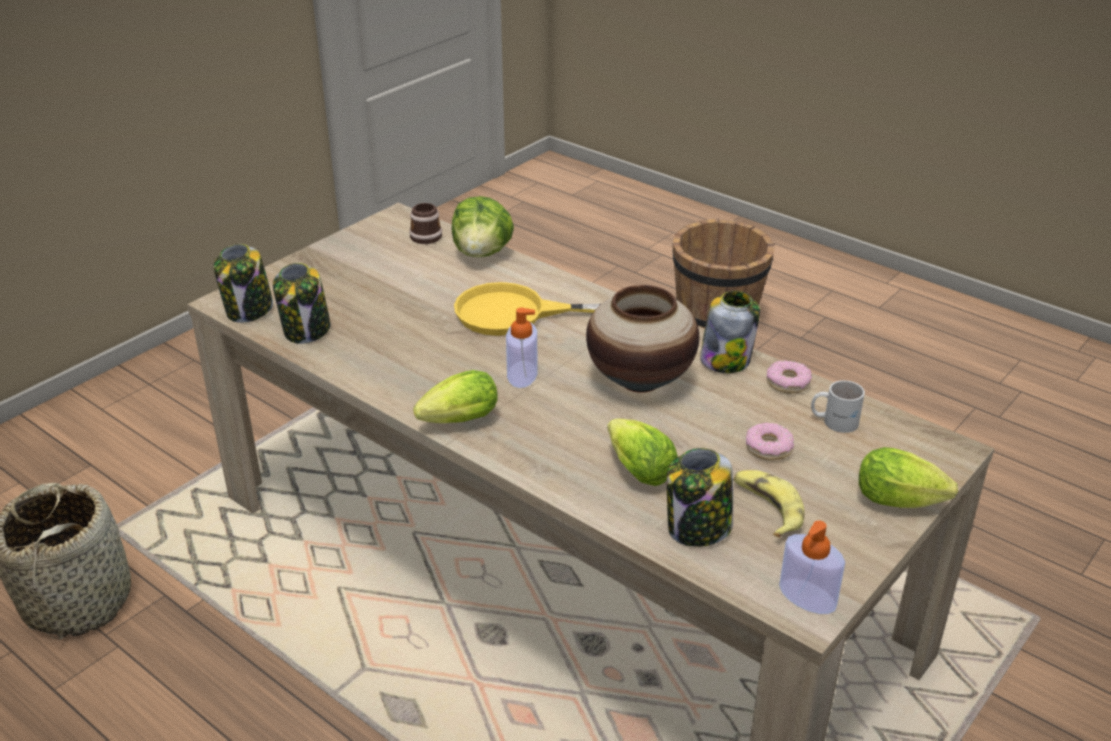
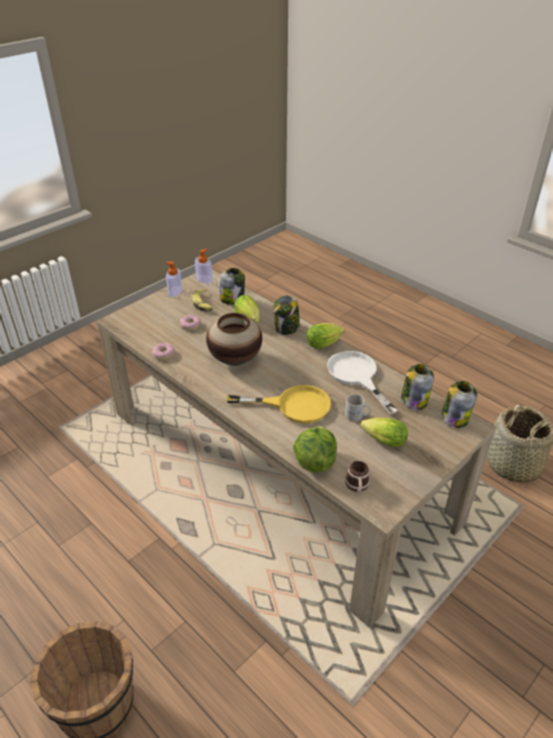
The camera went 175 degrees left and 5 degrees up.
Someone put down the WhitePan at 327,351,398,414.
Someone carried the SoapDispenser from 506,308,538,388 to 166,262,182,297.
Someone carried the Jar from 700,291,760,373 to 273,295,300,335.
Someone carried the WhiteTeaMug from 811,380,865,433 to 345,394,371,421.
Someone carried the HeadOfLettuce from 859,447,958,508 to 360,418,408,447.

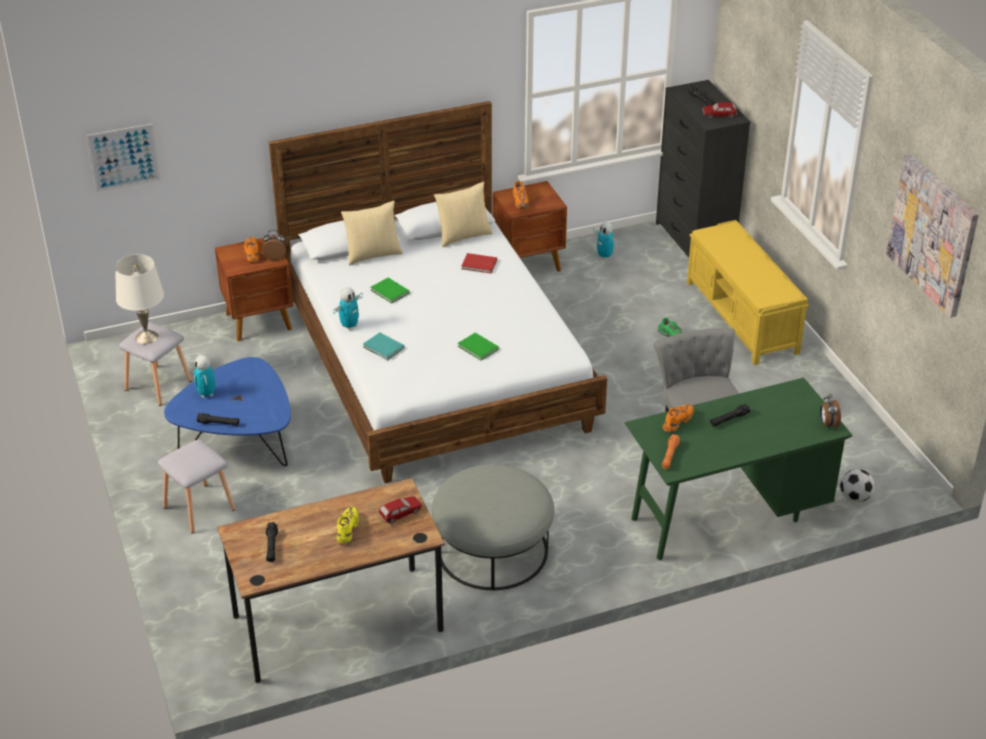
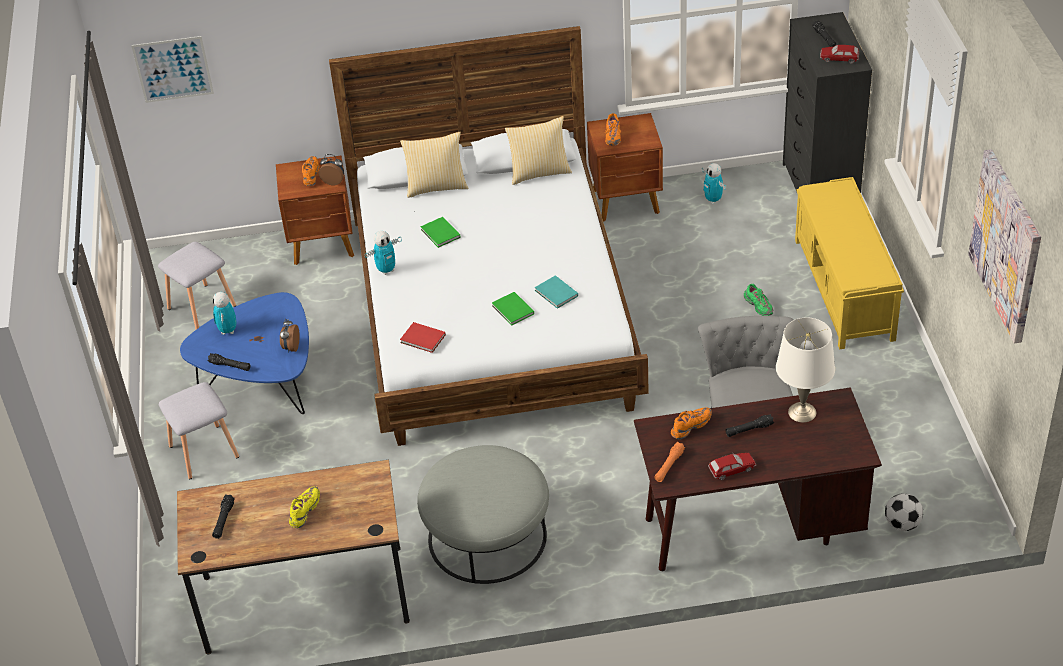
The camera went 15 degrees right and 5 degrees up.
Someone carried the WhiteTabletopLamp from 115,254,164,344 to 776,318,835,422.
Someone carried the TurquoiseColouredVolume from 363,332,404,360 to 535,275,578,309.
Someone carried the ToyCar from 378,496,423,524 to 708,453,756,480.
Someone carried the ReddishVolume from 461,253,497,274 to 400,322,446,353.
Someone carried the TableClock from 820,394,841,429 to 280,319,300,353.
Someone repainted the GreenColouredDeskUnit at 625,378,852,560, which became the BrownDeskUnit at 634,387,882,571.

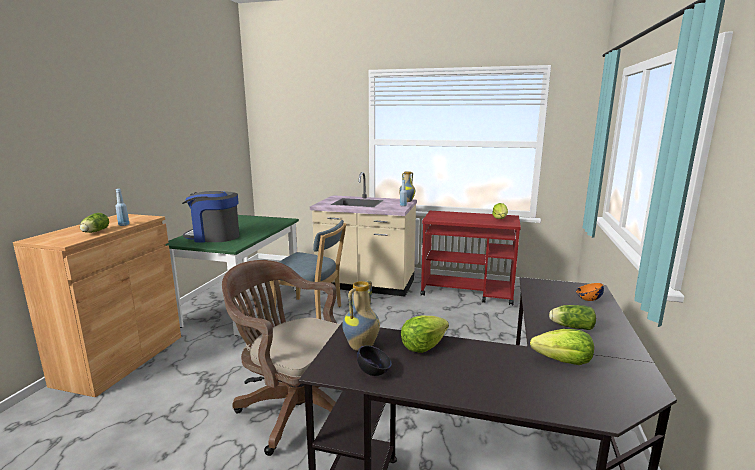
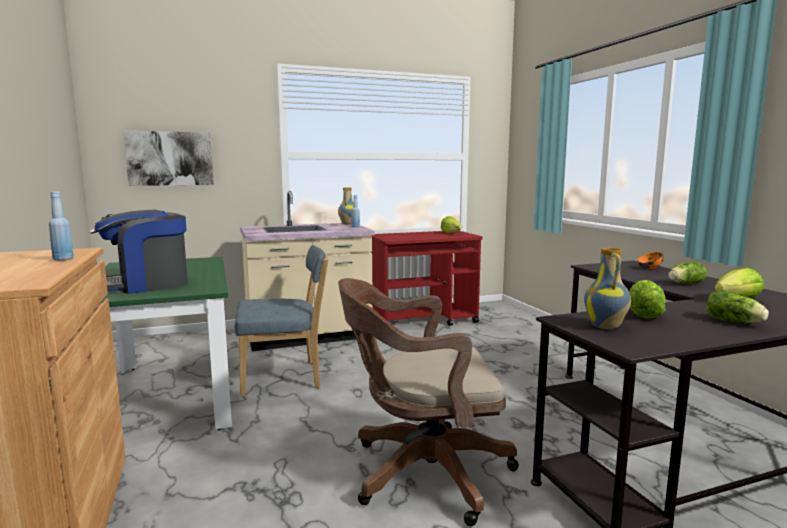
The camera went 35 degrees left and 5 degrees down.
Someone took away the BlackishBowl at 357,345,392,376.
Someone put up the WallArt at 123,131,214,186.
Someone carried the HeadOfLettuce from 80,213,109,233 to 706,291,769,323.

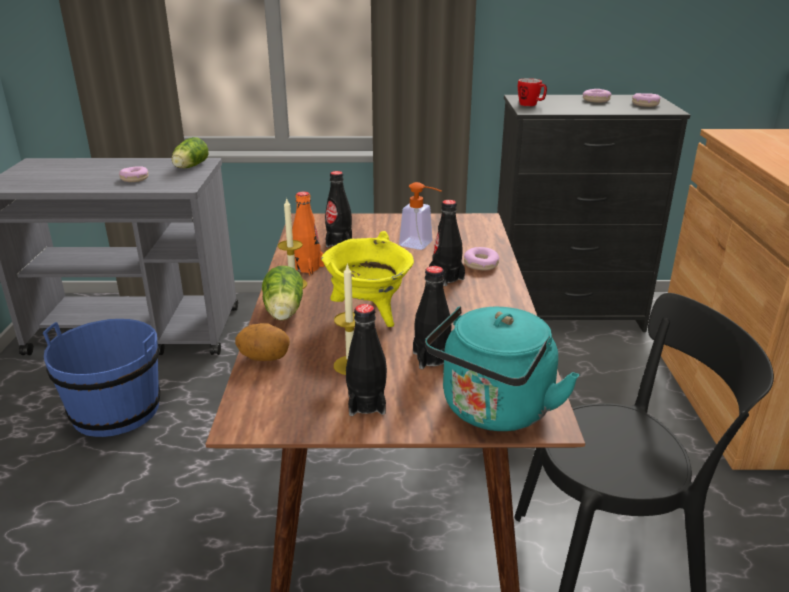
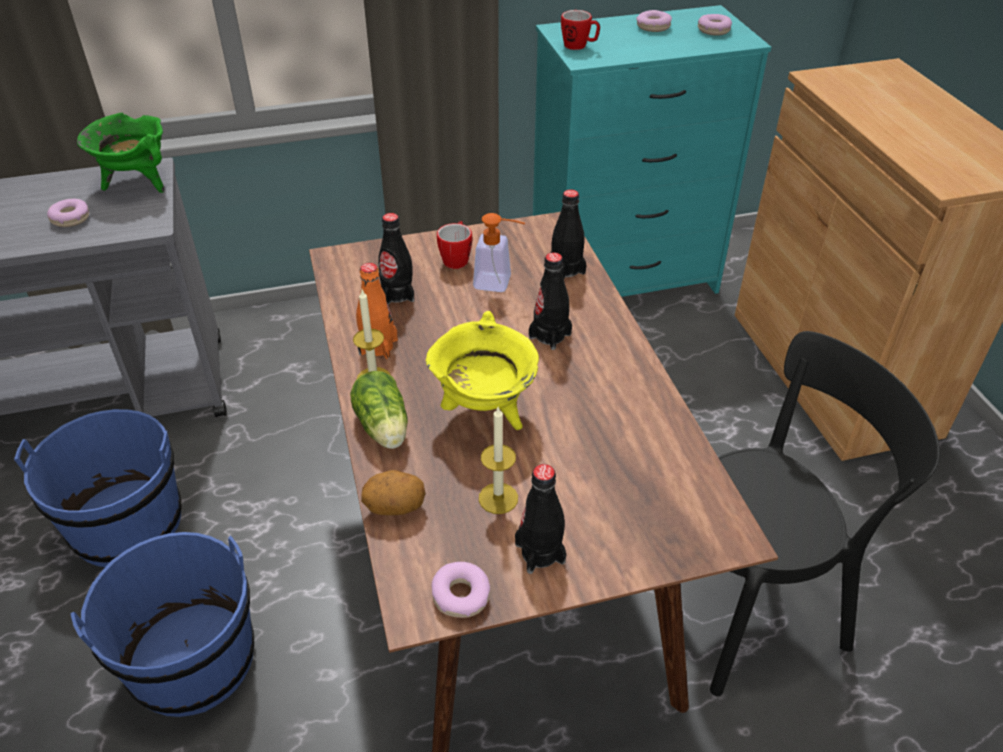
The camera went 15 degrees left and 15 degrees up.
Someone took away the TurquoiseColouredKettle at 425,306,579,431.
Someone put down the BlueWaterBucket at 70,532,254,717.
Someone put down the TeaMug at 437,221,472,269.
Someone carried the BlackishDrinkBottle from 413,266,451,369 to 550,189,586,279.
Someone carried the Donut from 464,247,499,270 to 431,562,490,618.
Someone swapped the HeadOfLettuce at 172,137,209,168 for the GreenColouredStockpot at 77,113,165,193.
Someone repainted the BlackishDrawerChest at 497,95,690,332, which became the TurquoiseColouredDrawerChest at 533,5,772,297.

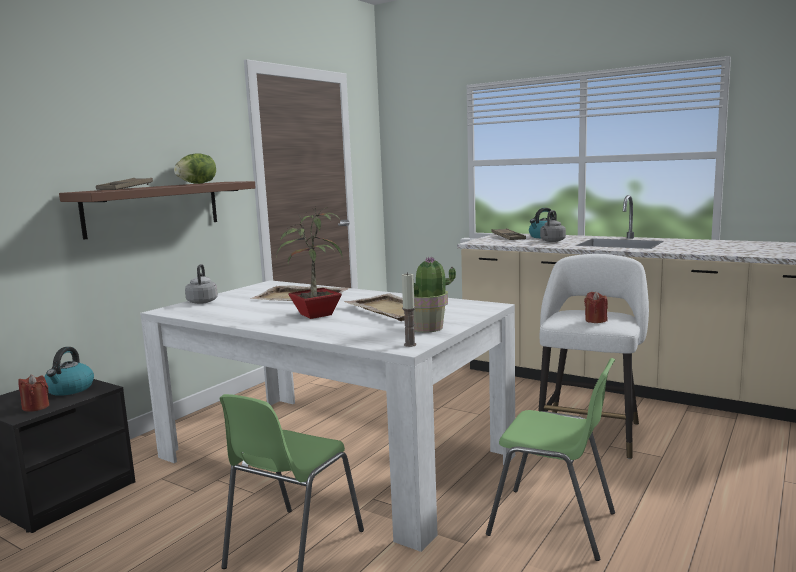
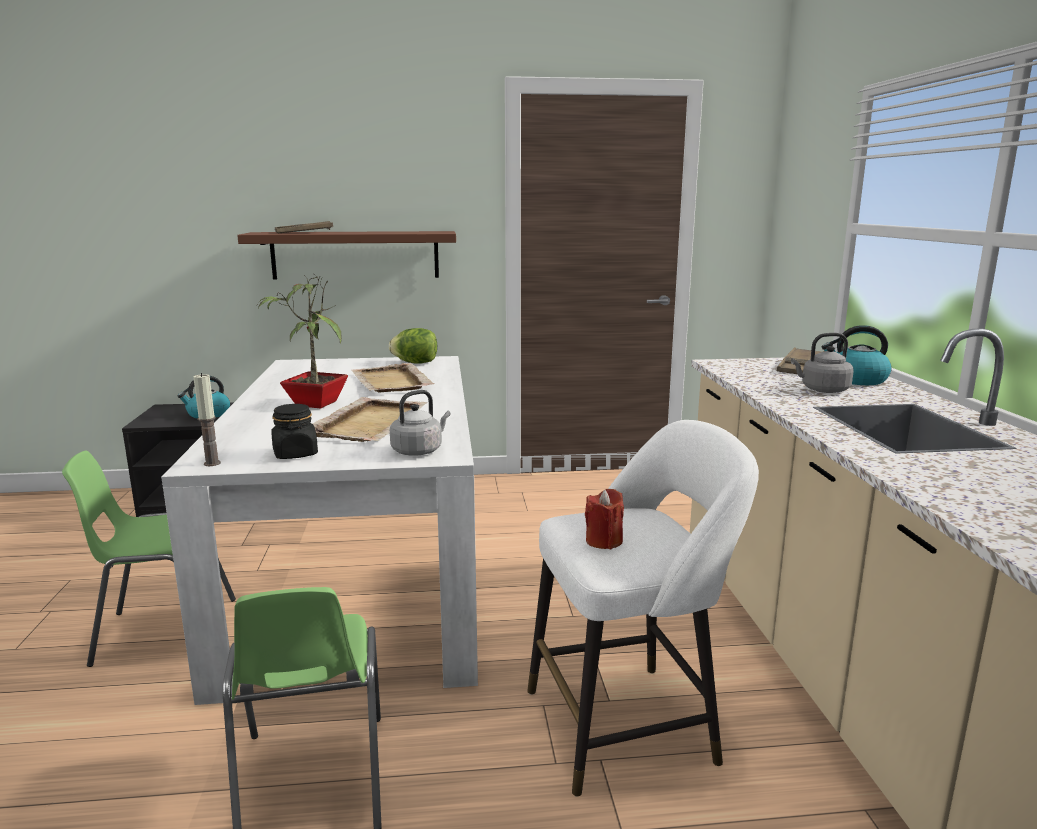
The camera went 50 degrees right and 5 degrees up.
Someone took away the ReddishWaxCandle at 18,375,49,412.
Someone carried the HeadOfLettuce from 174,153,216,184 to 389,328,437,364.
Someone carried the GreyKettle from 185,264,218,304 to 390,390,451,456.
Someone swapped the PlantInAPot at 413,257,456,332 for the BlackishJar at 271,404,318,459.

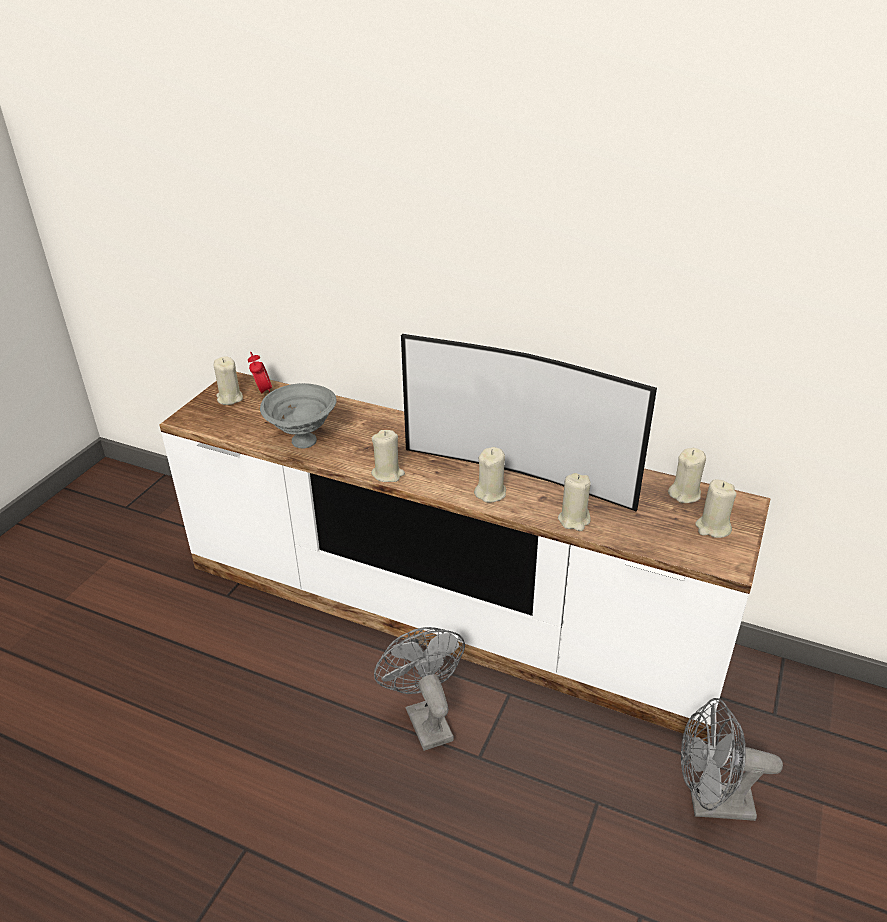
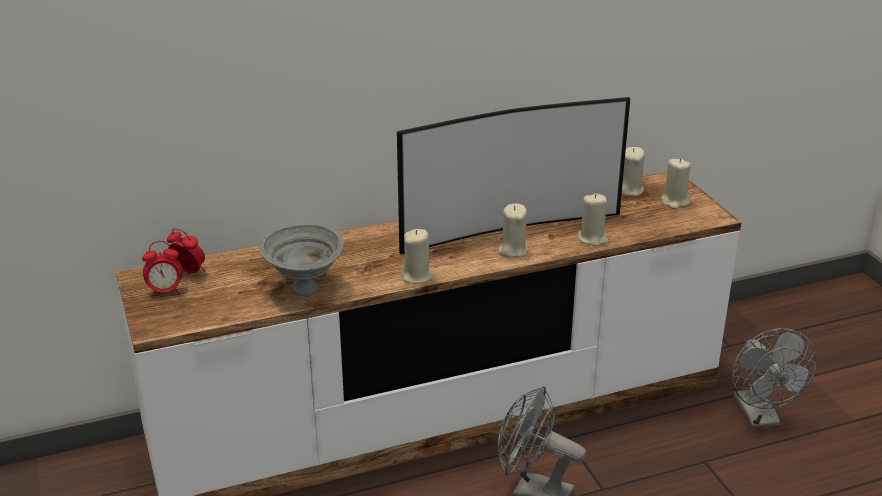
The camera went 45 degrees left and 5 degrees down.
Someone swapped the BeigeColouredWaxCandle at 214,356,243,405 for the TableClock at 142,241,183,298.
Someone rotated the GreyElectricFan at 681,698,783,821 by 60 degrees counterclockwise.

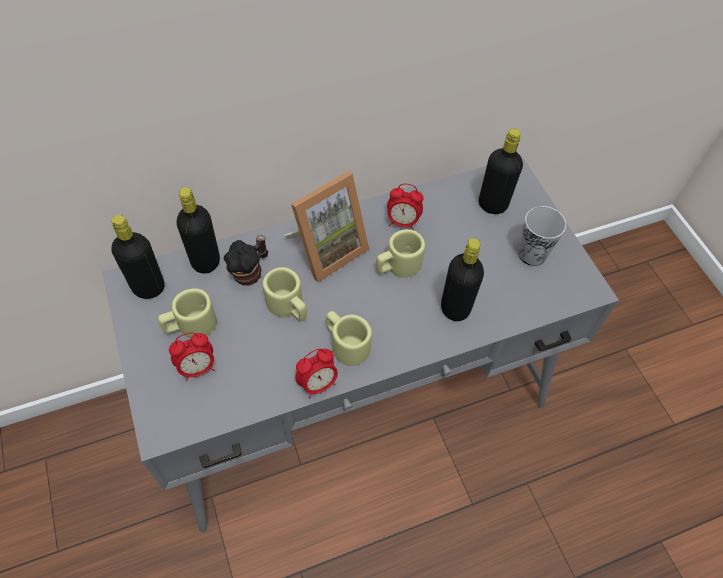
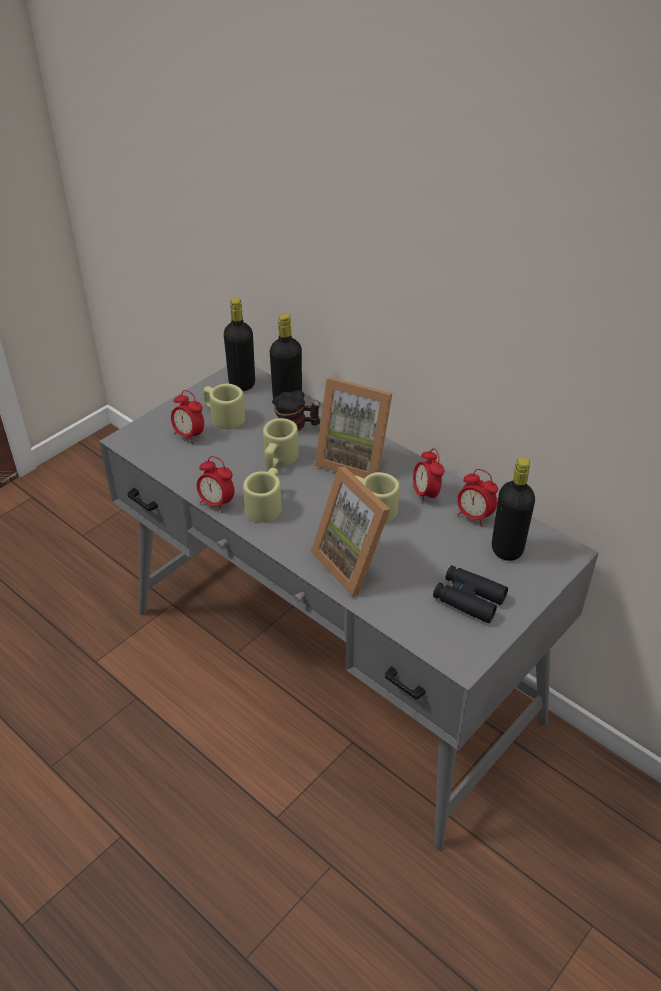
The camera went 65 degrees right and 15 degrees down.
Someone put down the TableClock at 457,469,498,527.
Someone swapped the BlackishDrinkBottle at 441,238,484,321 for the PictureFrame at 311,467,390,597.
Someone swapped the SmallCup at 518,206,566,266 for the BlackishFieldGlasses at 433,565,508,623.

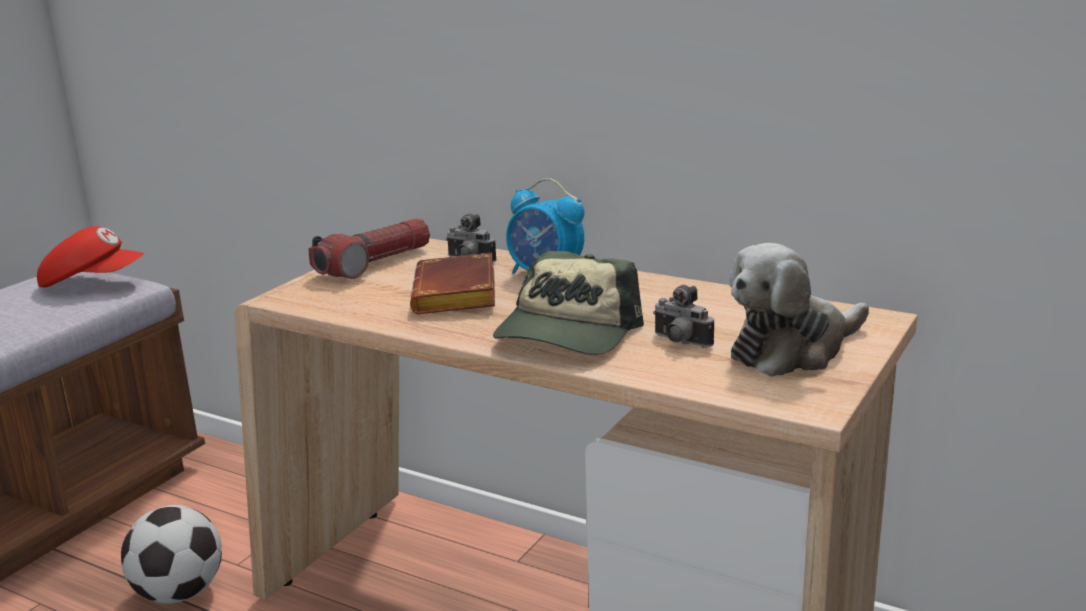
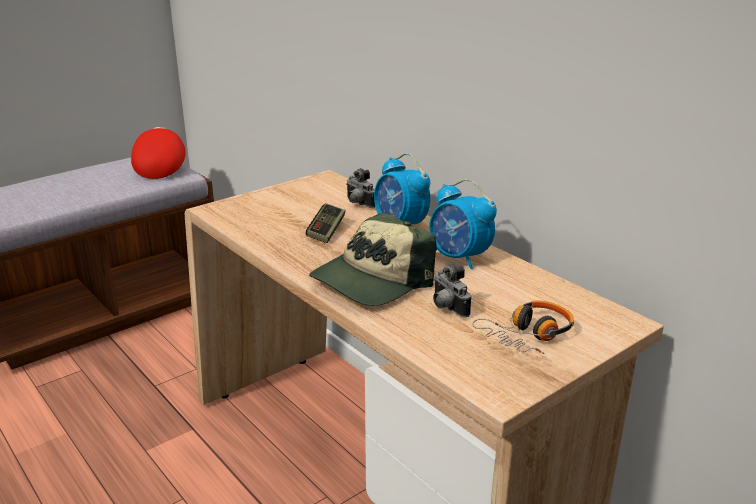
The camera went 20 degrees right and 5 degrees up.
Someone took away the FootballBall at 121,505,222,604.
Someone took away the Flashlight at 309,218,430,279.
Someone put down the TableClock at 429,179,497,269.
Someone swapped the BrownVolume at 410,253,495,314 for the Gamepad at 306,203,346,243.
Someone swapped the PlushToy at 729,243,869,377 for the Headset at 472,301,574,354.
Someone rotated the ReddishBaseballCap at 37,226,144,287 by 120 degrees counterclockwise.

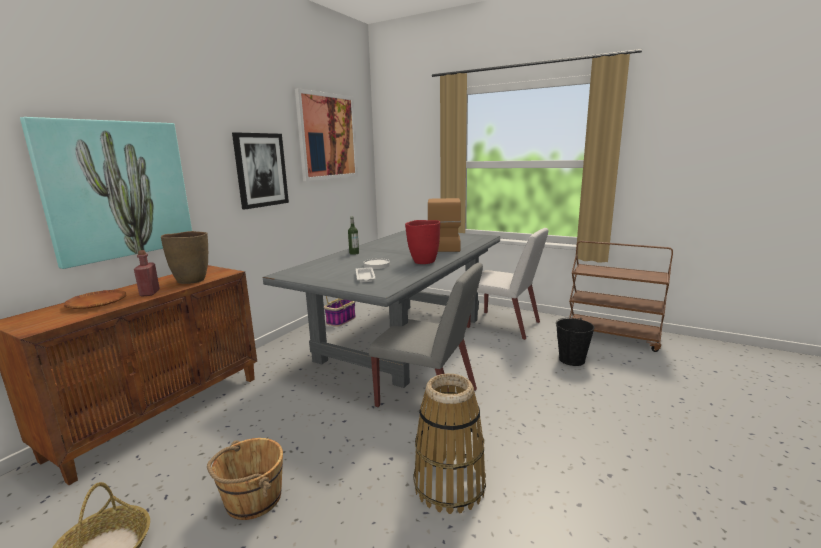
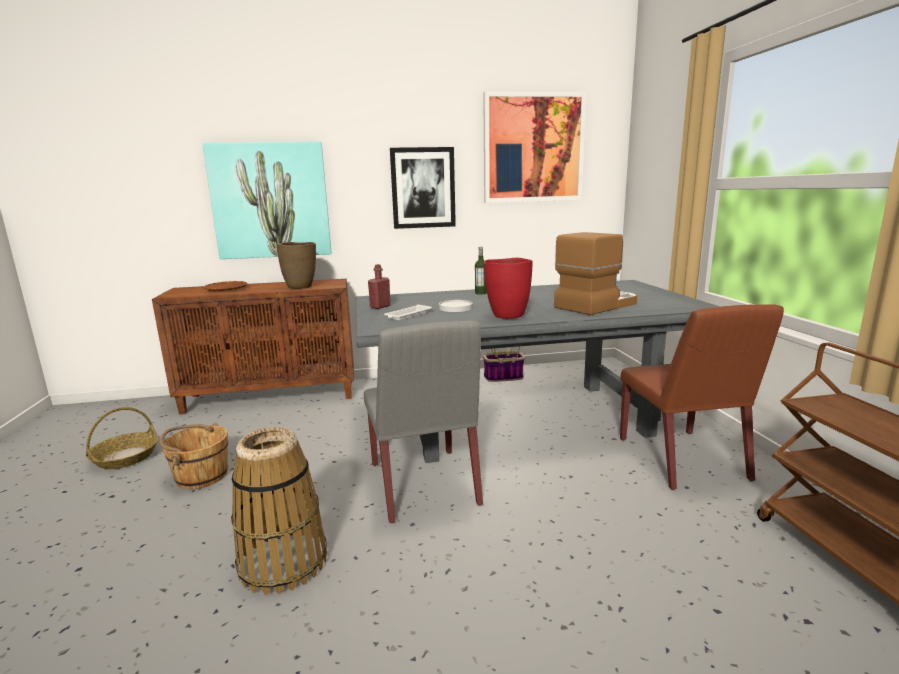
The camera went 50 degrees right and 0 degrees up.
Someone took away the BlackishWaterBucket at 556,318,595,366.
Someone carried the ReddishDrinkBottle from 134,250,160,297 to 368,264,391,309.
Someone repainted the WhitePlainChair at 467,228,549,340, which became the BrownPlainChair at 620,304,784,490.

